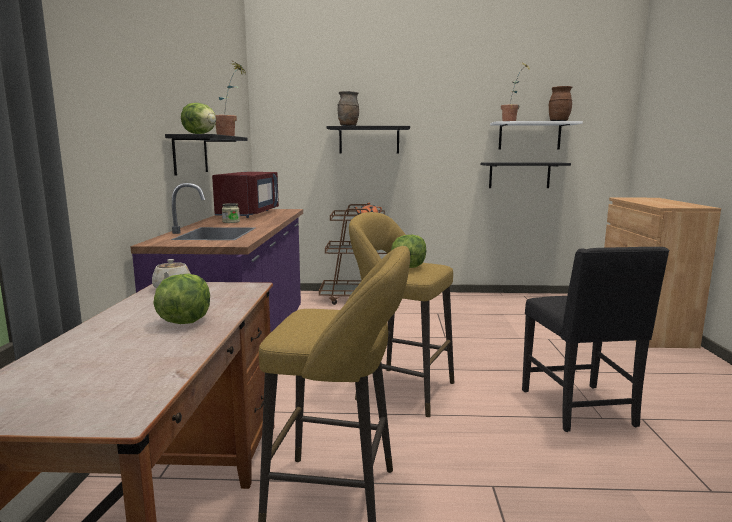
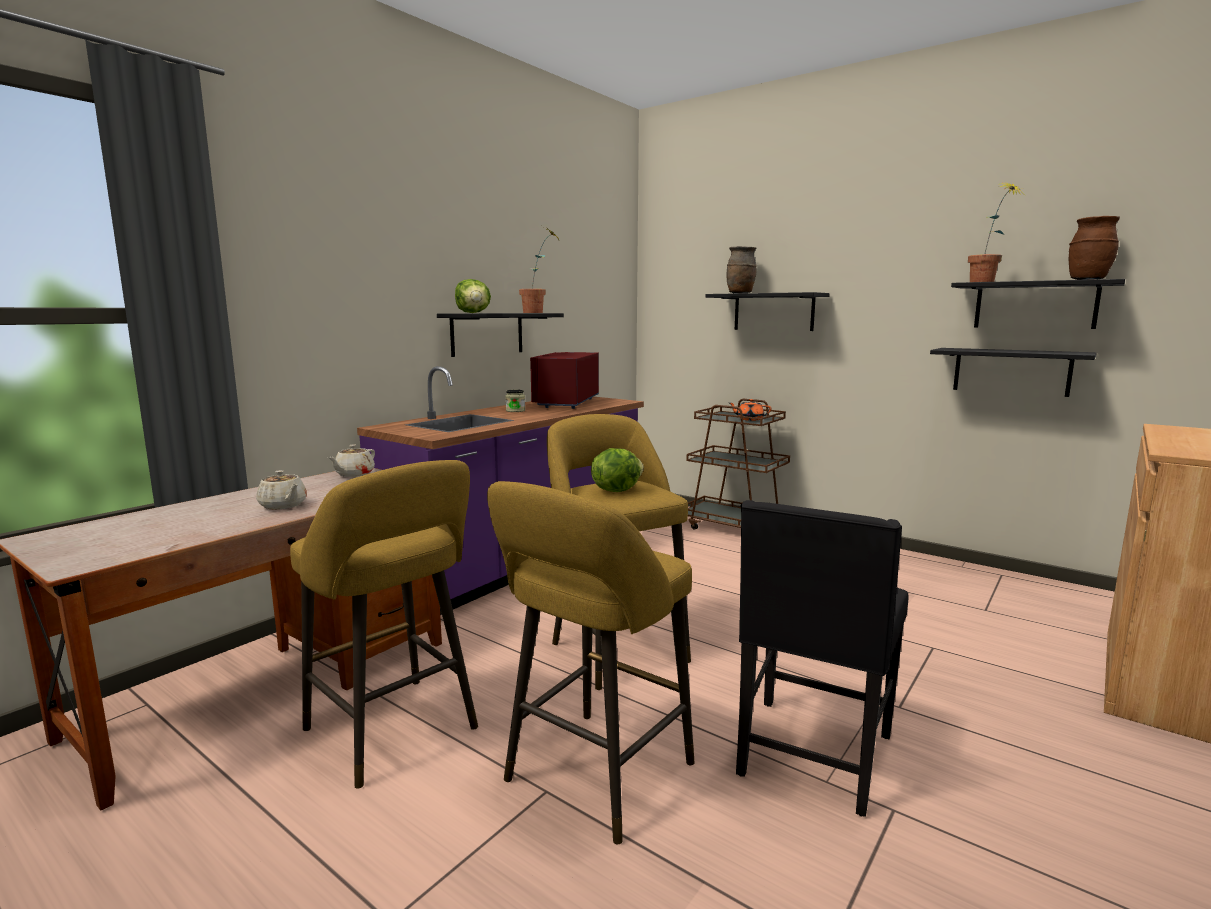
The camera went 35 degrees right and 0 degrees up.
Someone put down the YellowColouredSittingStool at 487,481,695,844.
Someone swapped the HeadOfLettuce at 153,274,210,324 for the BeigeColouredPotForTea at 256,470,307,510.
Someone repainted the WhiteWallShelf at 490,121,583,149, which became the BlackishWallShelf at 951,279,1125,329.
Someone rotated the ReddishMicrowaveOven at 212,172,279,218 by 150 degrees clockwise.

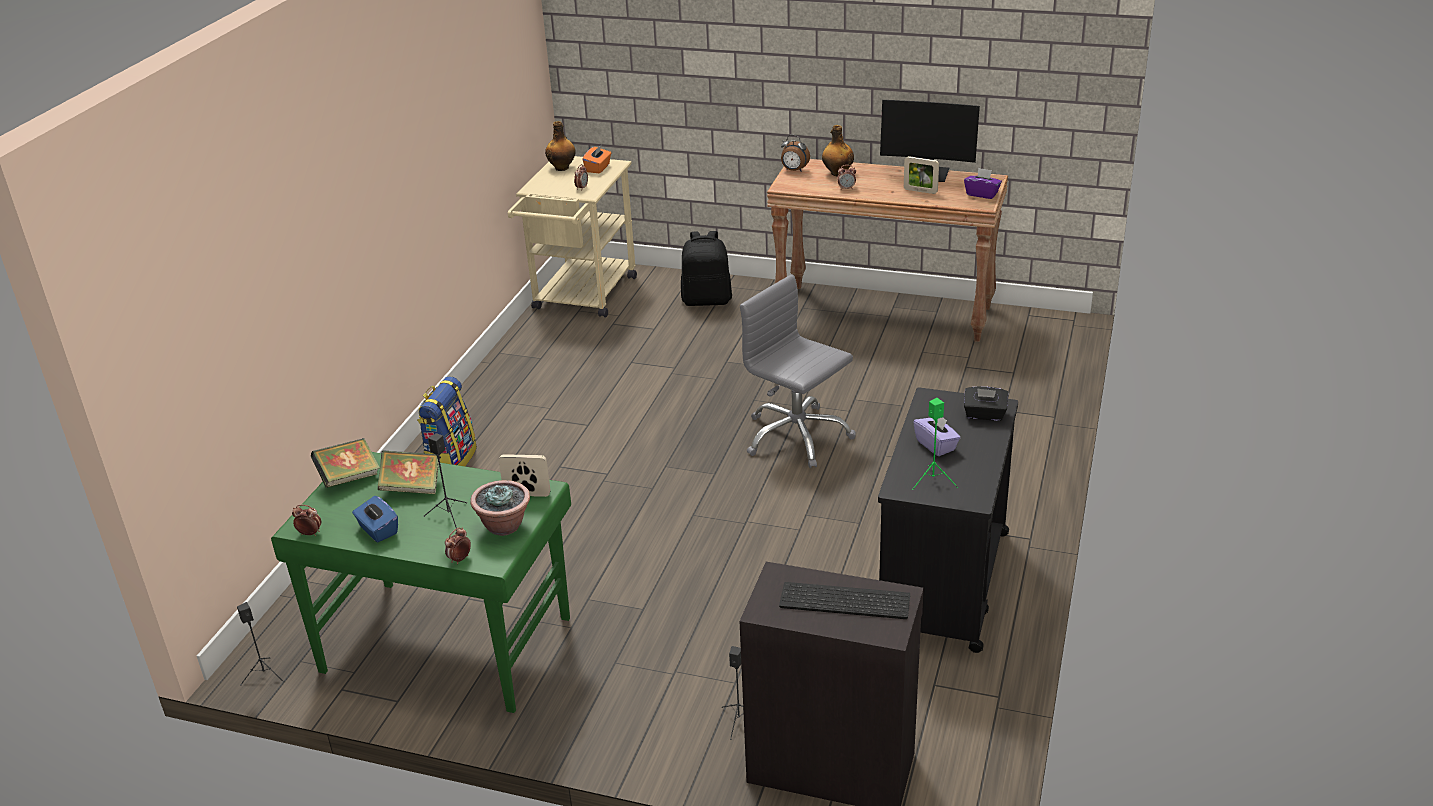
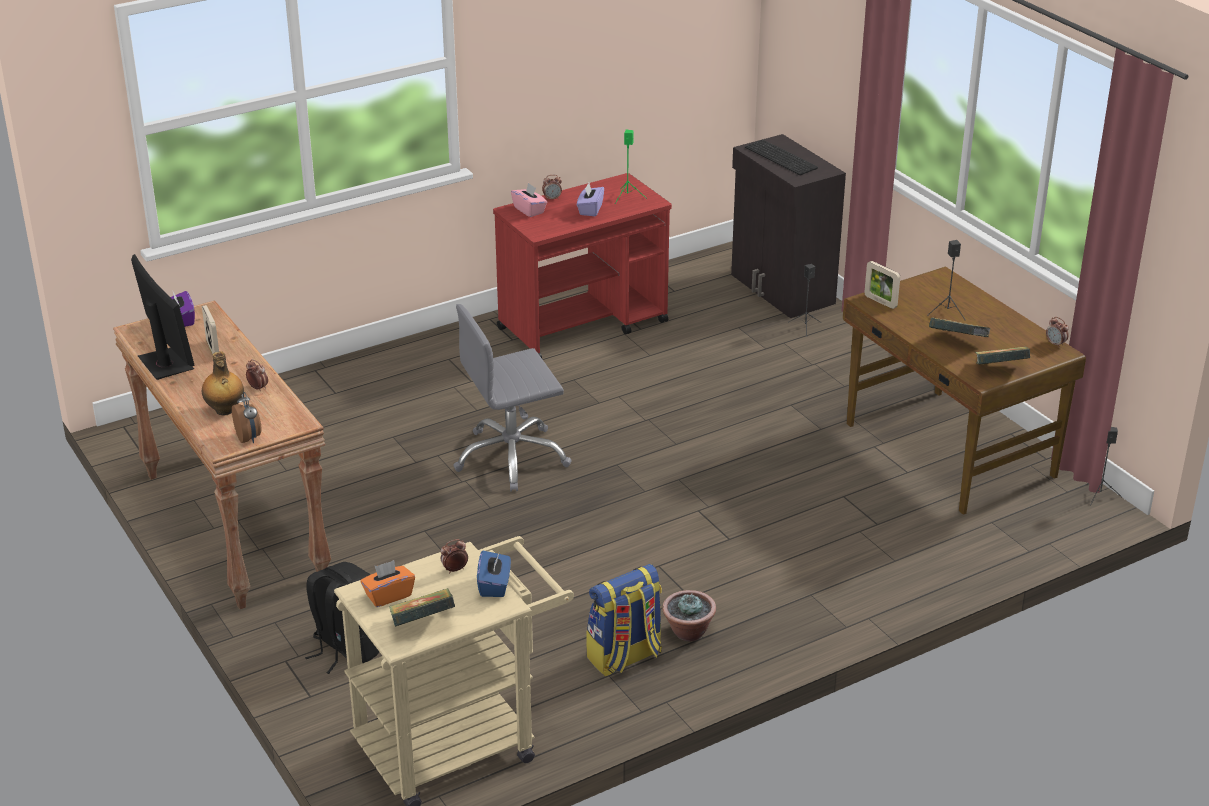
The camera went 140 degrees left and 0 degrees up.
Someone carried the BlueTissueHolder from 352,496,398,542 to 477,551,511,597.
Someone carried the Rucksack from 417,376,477,466 to 586,564,662,676.
Someone carried the TableClock from 445,527,471,564 to 542,175,562,200.
Someone carried the PlantInAPot from 470,480,530,536 to 662,590,716,641.
Someone swapped the DrinkBottle at 545,121,575,171 for the Volume at 389,588,455,627.
Someone repainted the GreenColouredDeskUnit at 271,452,571,713, which became the BrownDeskUnit at 843,267,1086,515.
Someone repainted the BlackishWheeledCart at 878,388,1018,653, which became the ReddishWheeledCart at 493,173,672,358.
Someone repainted the BlackishTissueHolder at 964,386,1008,421, which became the PinkColouredTissueHolder at 511,183,547,217.
Someone rotated the GreyComputerChair at 740,274,856,468 by 75 degrees clockwise.

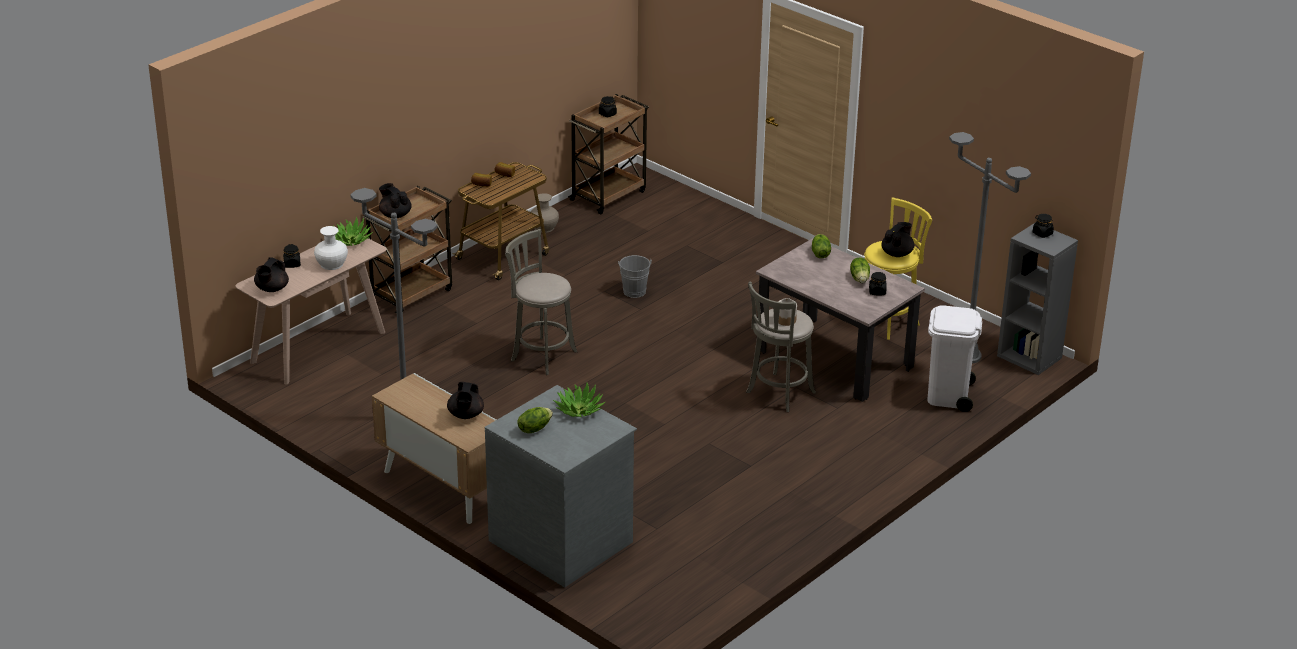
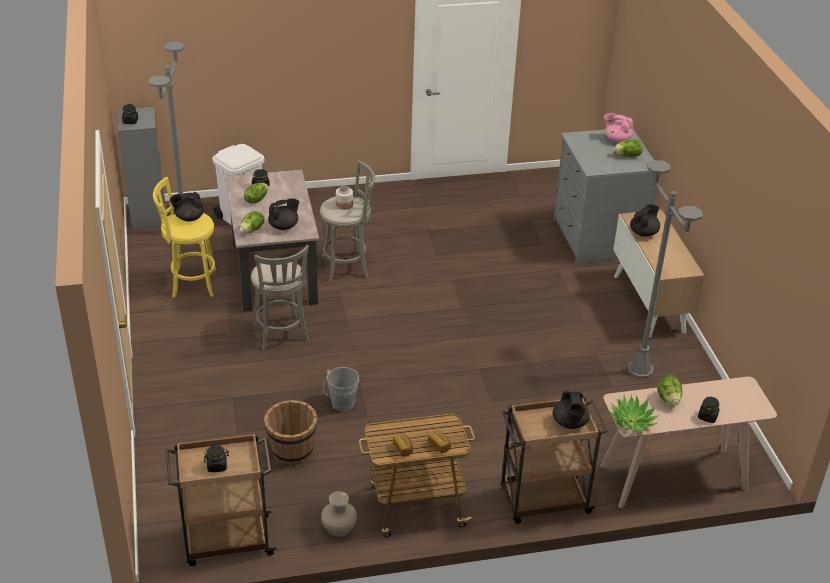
The camera went 145 degrees left and 5 degrees up.
Someone took away the PlantInAPot at 553,383,605,417.
Someone put down the BrownWaterBucket at 264,400,317,465.
Someone put down the PinkColouredPotForTea at 604,113,633,142.
Someone carried the BlackishPotForTea from 254,257,289,292 to 268,198,299,230.
Someone carried the GreySittingStool from 505,229,577,375 to 251,245,310,351.
Someone swapped the WhiteDecorativeVase at 314,226,348,270 for the HeadOfLettuce at 657,375,682,406.

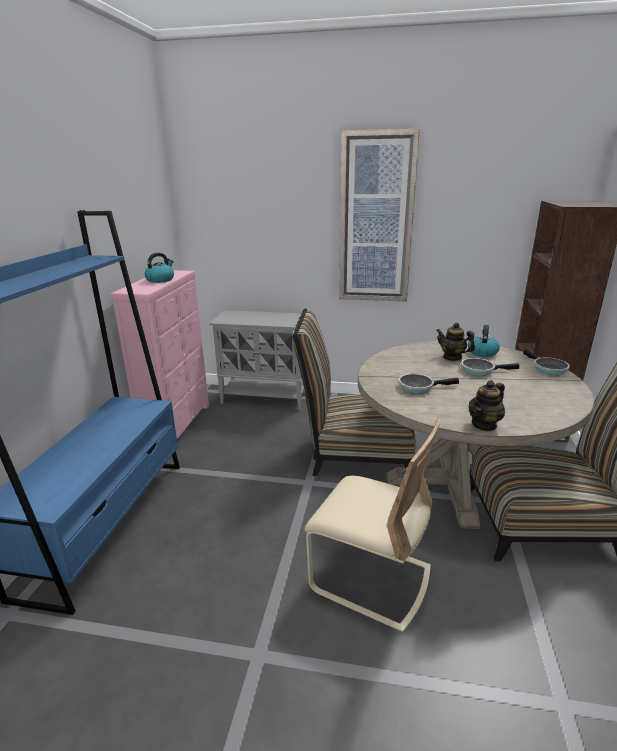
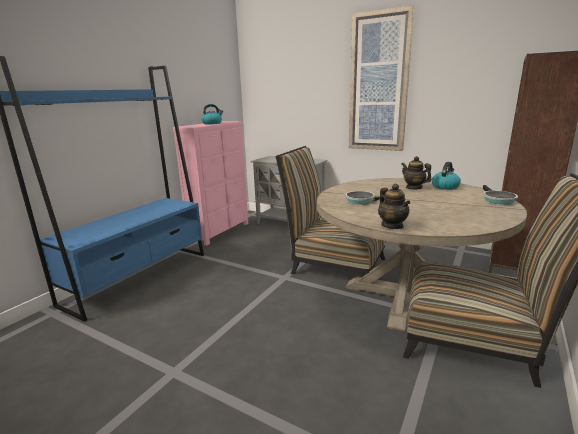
The camera went 20 degrees right and 5 degrees down.
Someone took away the BeigeColouredPlainChair at 304,416,442,632.
Someone took away the Pan at 461,358,520,376.
Someone rotated the PotForTea at 469,380,505,431 by 90 degrees counterclockwise.

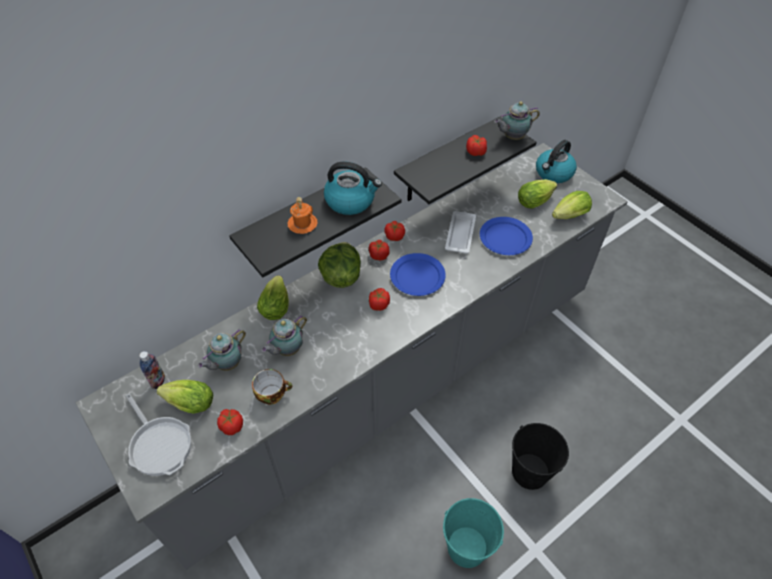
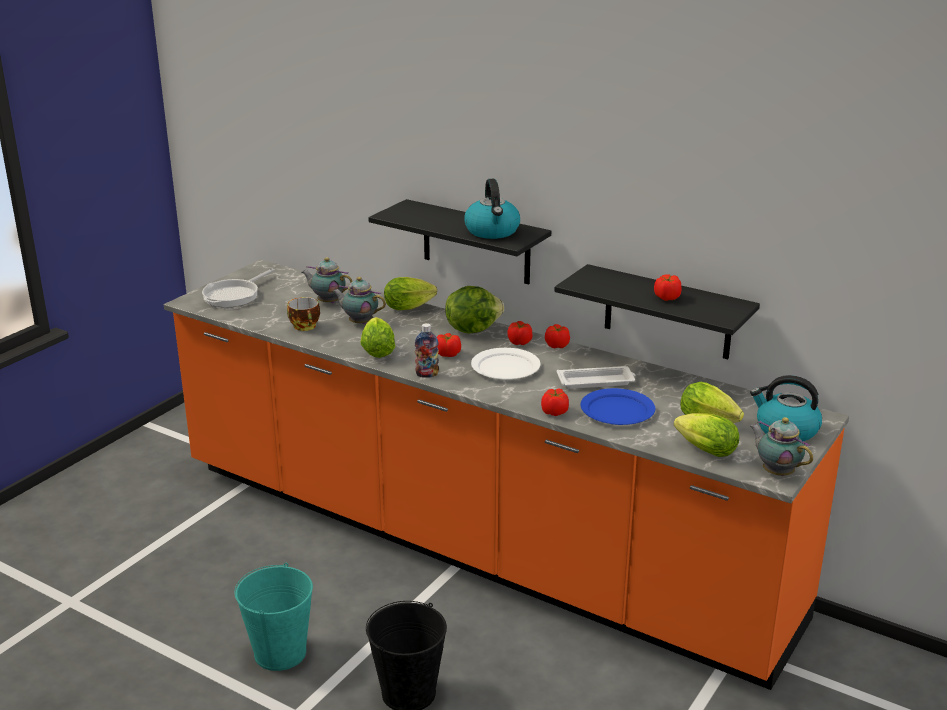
The camera went 70 degrees right and 25 degrees down.
Someone took away the OrangeyTeaMug at 287,197,318,234.
Someone carried the DrinkBottle from 139,351,165,389 to 415,323,439,378.
Someone carried the HeadOfLettuce from 157,380,213,414 to 360,317,395,358.
Someone carried the Tomato from 217,409,243,435 to 541,388,569,416.
Someone carried the PotForTea from 494,101,540,140 to 750,417,813,476.
Someone repainted the GreyKitchenCounter at 76,143,628,570, which became the OrangeyKitchenCounter at 164,260,849,690.
Someone repainted the BlueDinnerPlate at 390,253,446,296, which became the WhiteDinnerPlate at 471,348,541,380.

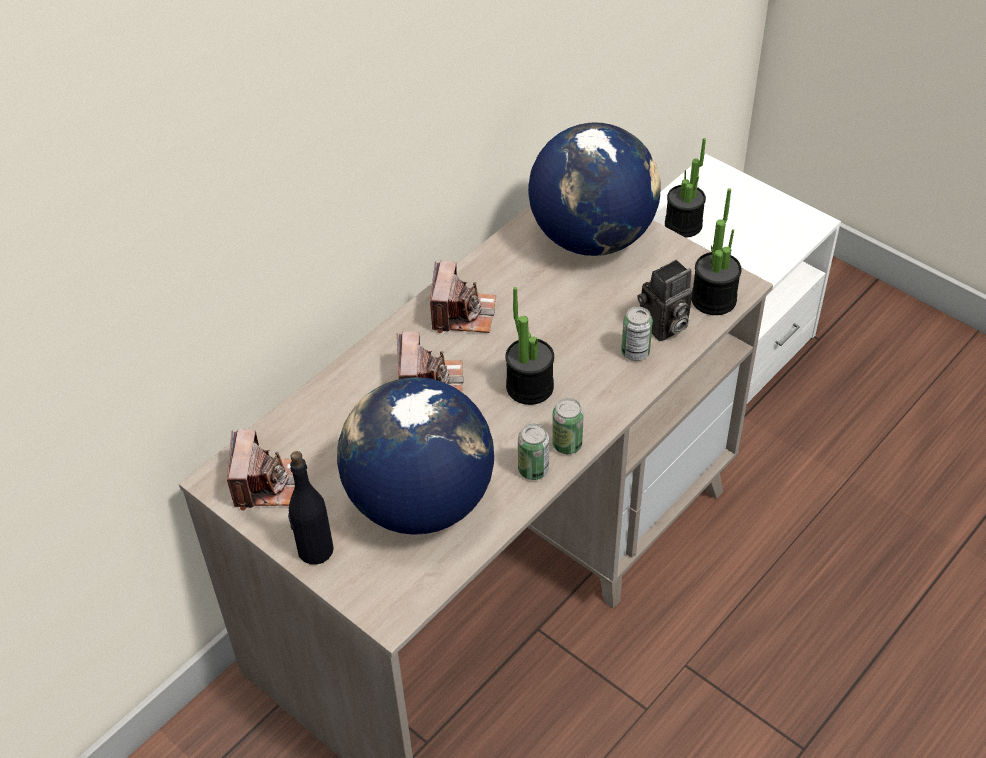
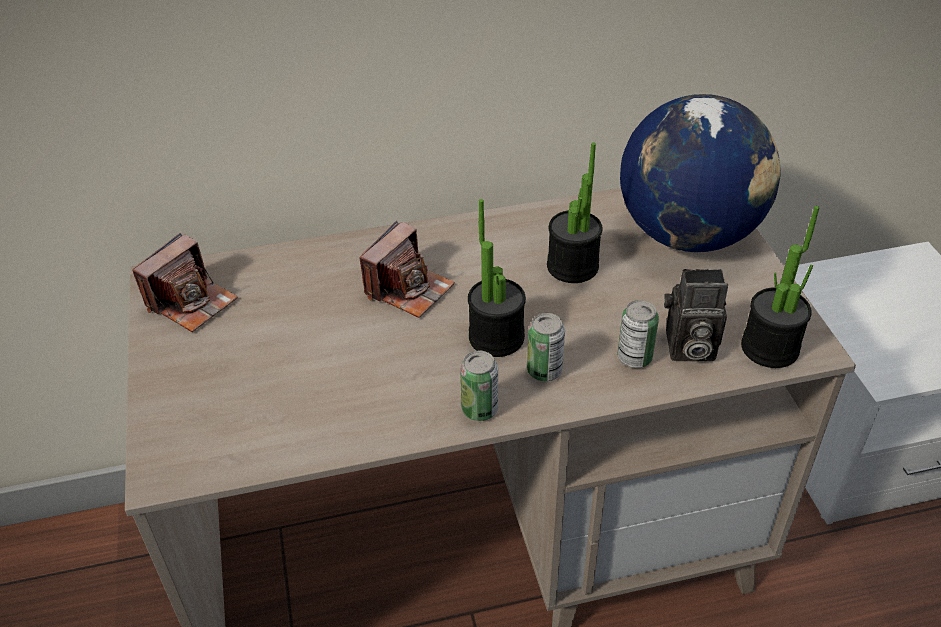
The camera went 35 degrees right and 5 degrees down.
Someone took away the BlackishDrinkBottle at 288,451,334,565.
Someone took away the Globe at 337,377,494,535.
Someone took away the StillCamera at 430,261,496,333.
Someone carried the SealedCan from 518,423,549,480 to 527,313,565,381.
Someone carried the PlantInAPot from 665,138,706,238 to 547,143,602,283.

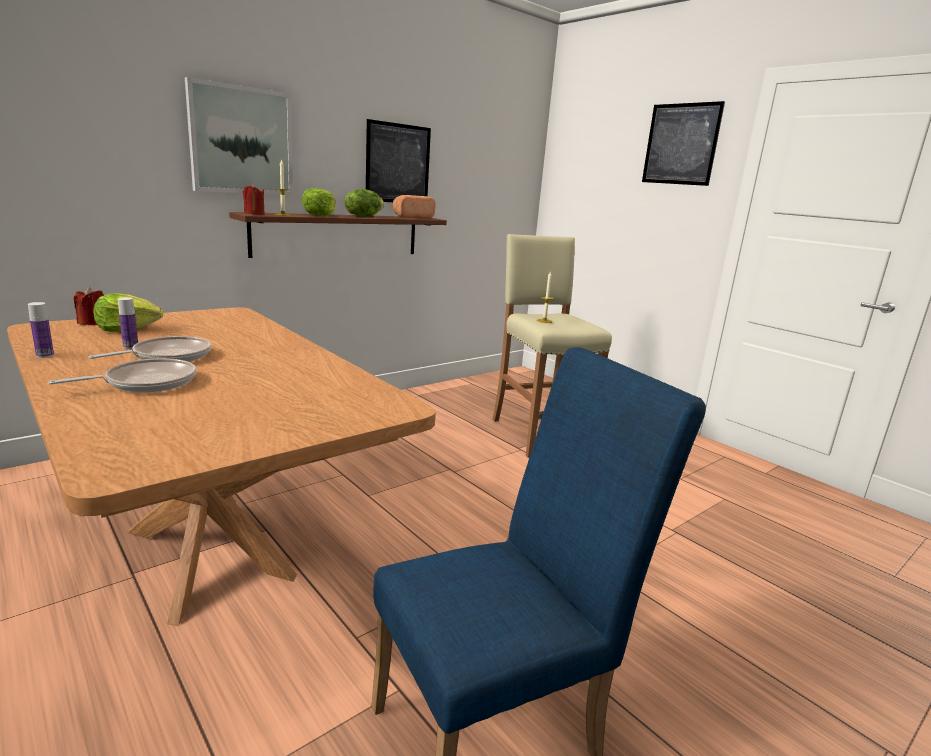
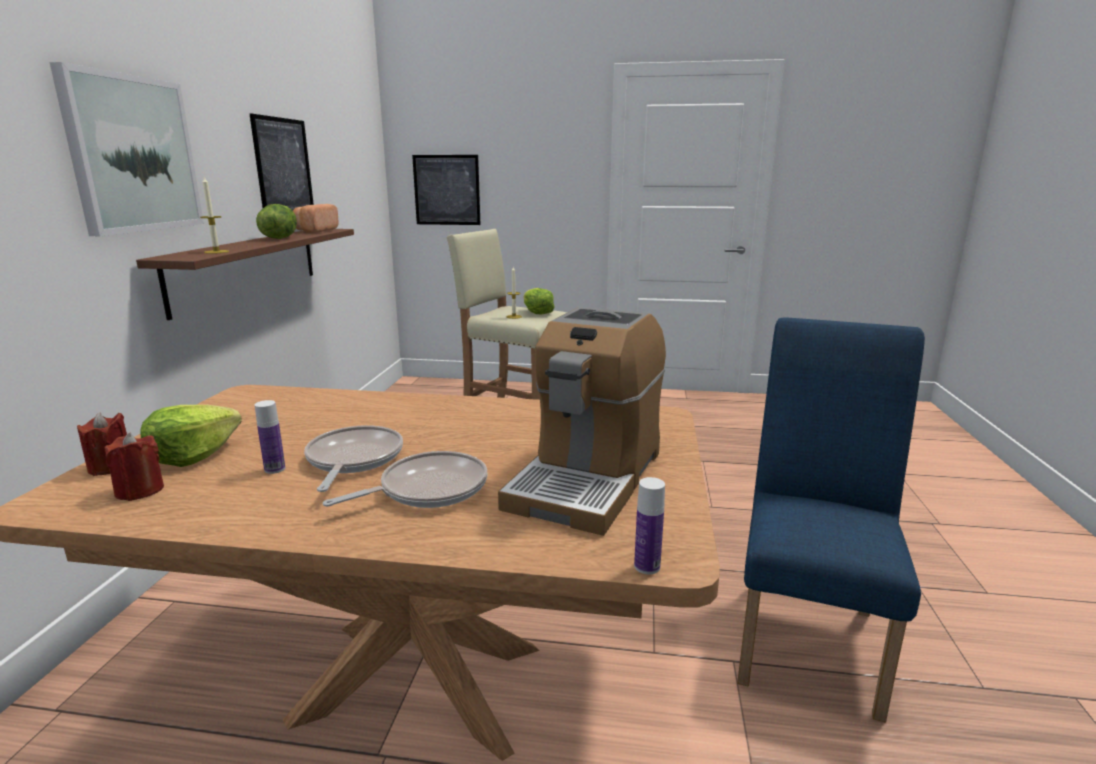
The camera went 40 degrees left and 0 degrees up.
Someone put down the CoffeeBrewer at 498,307,666,536.
Someone carried the DrinkBottle from 28,302,54,358 to 634,477,665,574.
Someone carried the ReddishWaxCandle from 243,184,265,215 to 105,433,164,501.
Someone carried the HeadOfLettuce from 302,188,335,215 to 523,288,555,314.
Someone carried the WallArt from 642,101,725,186 to 412,155,481,225.
Someone rotated the Pan at 48,358,197,392 by 45 degrees clockwise.

